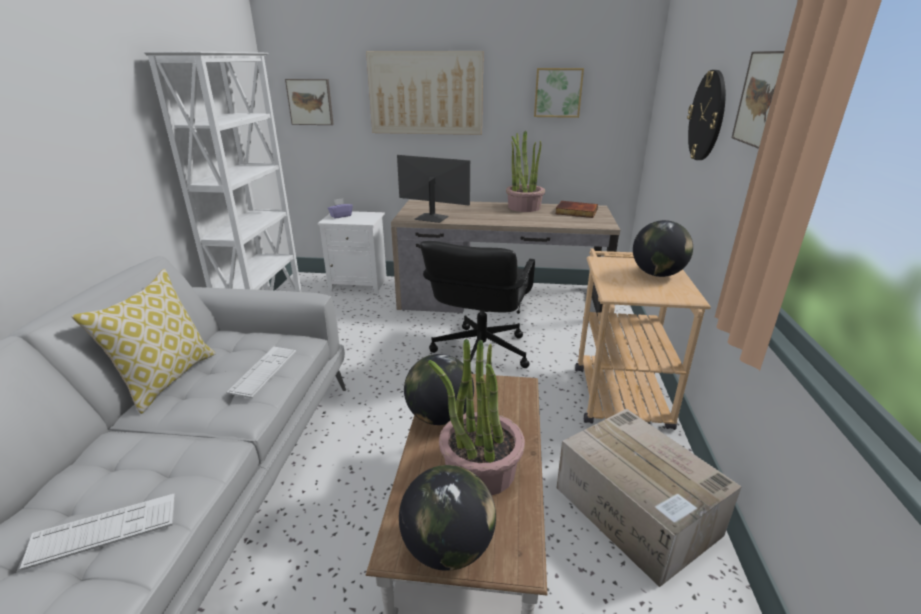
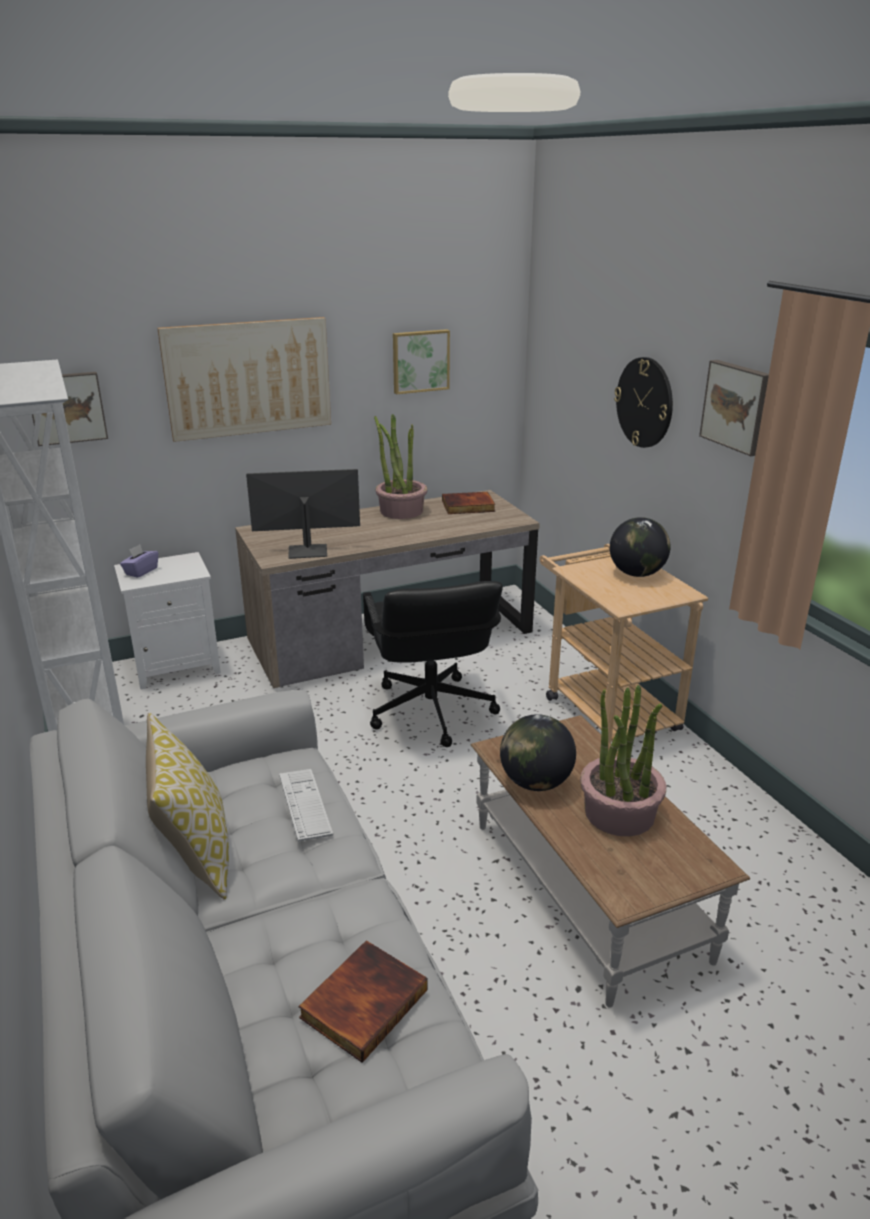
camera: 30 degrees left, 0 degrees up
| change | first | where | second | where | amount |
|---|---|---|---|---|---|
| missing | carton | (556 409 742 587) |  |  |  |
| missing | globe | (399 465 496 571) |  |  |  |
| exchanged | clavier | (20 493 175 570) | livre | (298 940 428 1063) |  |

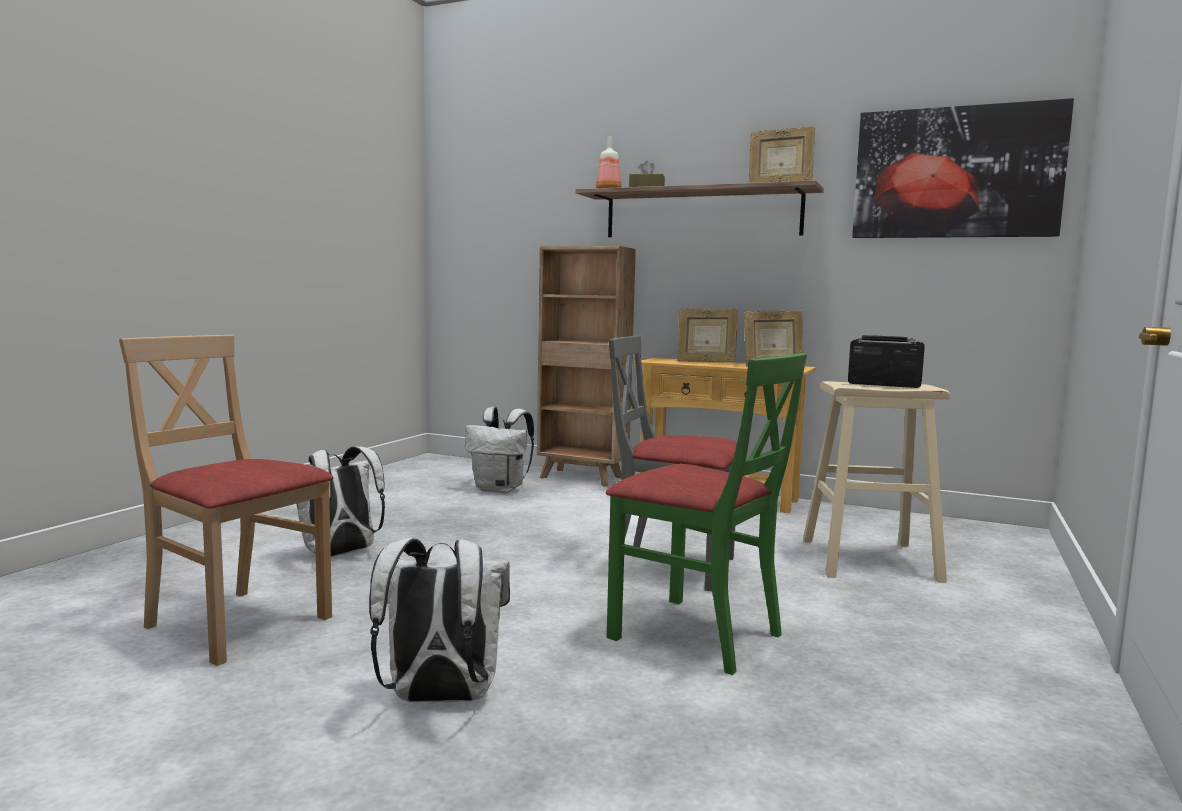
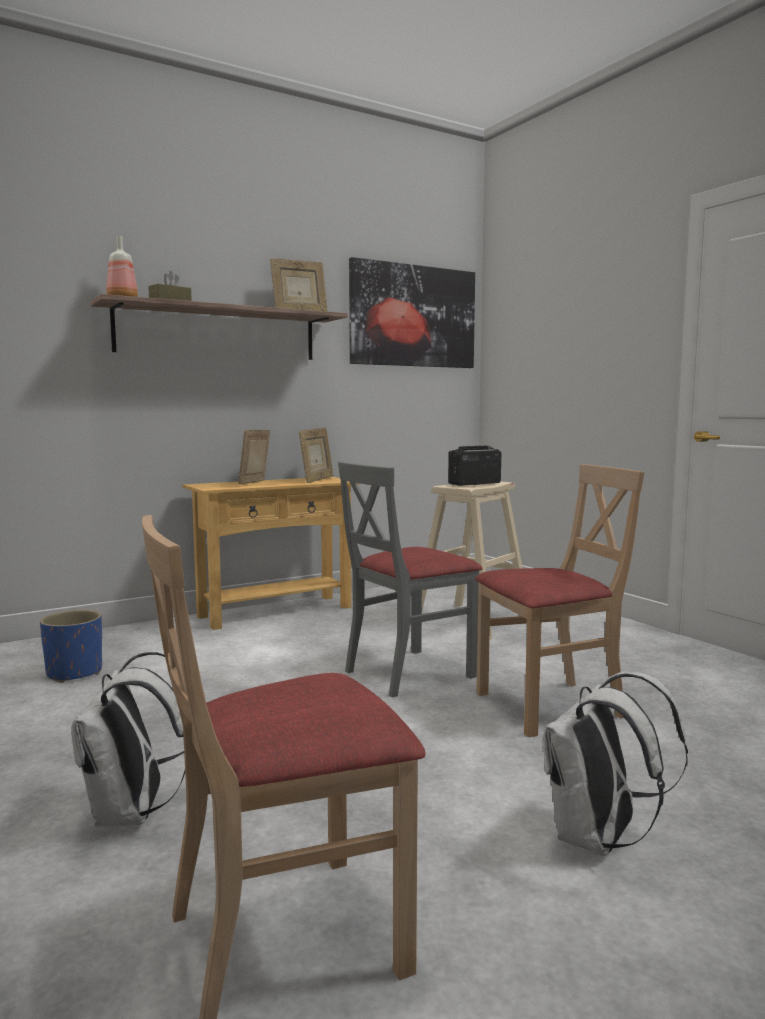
camera: 55 degrees left, 0 degrees up
| change | first | where | second | where | amount |
|---|---|---|---|---|---|
| missing | bibliothèque (marron) | (537 246 636 487) |  |  |  |
| spun | cadre photo | (677 308 738 363) |  | (238 430 270 484) | 135 degrees clockwise |
| colour | chaise (vert) | (606 353 807 675) | chaise (beige) | (475 464 644 737) |  |
| exchanged | sac à dos (blanc) | (465 407 534 493) | cache-pot (bleu) | (40 610 102 683) |  |

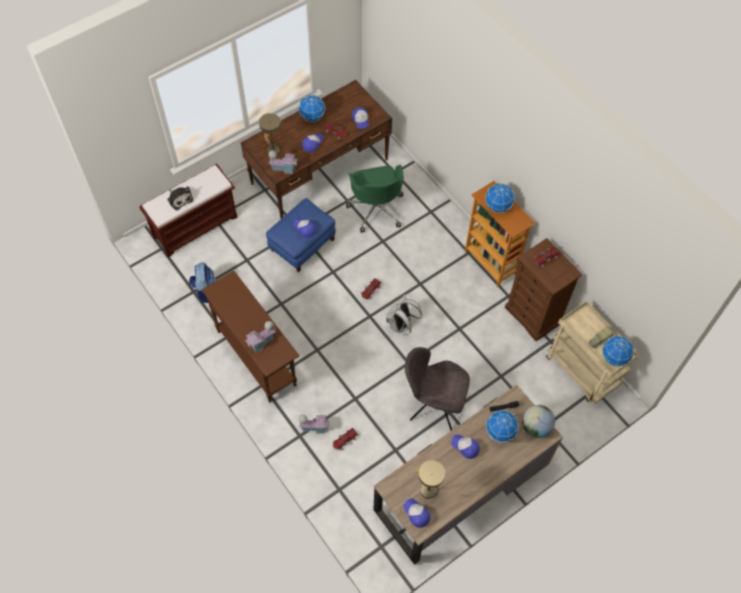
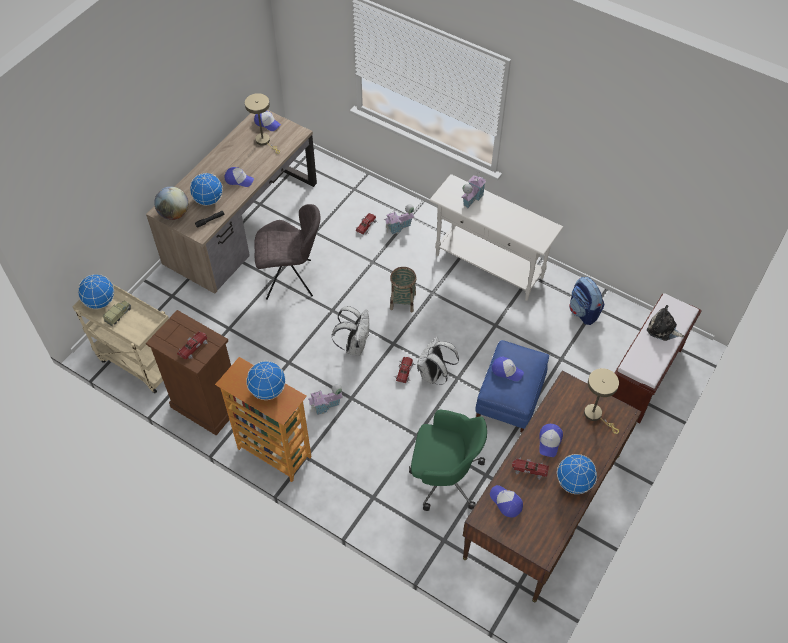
camera: 160 degrees right, 5 degrees down
| change | first | where | second | where | amount |
|---|---|---|---|---|---|
| relocated | maison miniature | (268 150 297 174) |  | (308 384 343 415) |  |
| spun | chaise de bureau (vert) | (346 165 404 233) |  | (409 410 487 511) | 135 degrees clockwise |
| colour | table console (marron) | (202 271 299 403) | table console (blanc) | (429 174 563 301) |  |
| appeared |  |  | panier | (390 267 416 312) |  |
| appeared |  |  | sac à dos (blanc) | (417 336 459 385) |  |

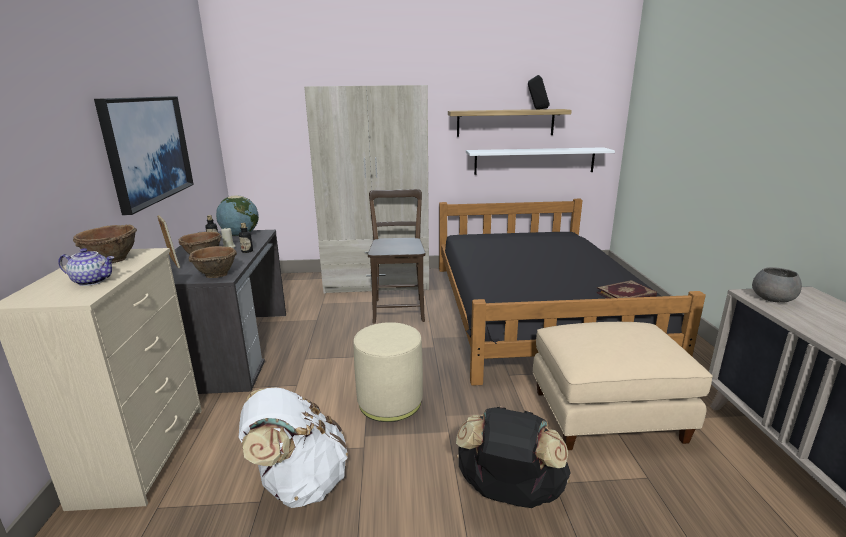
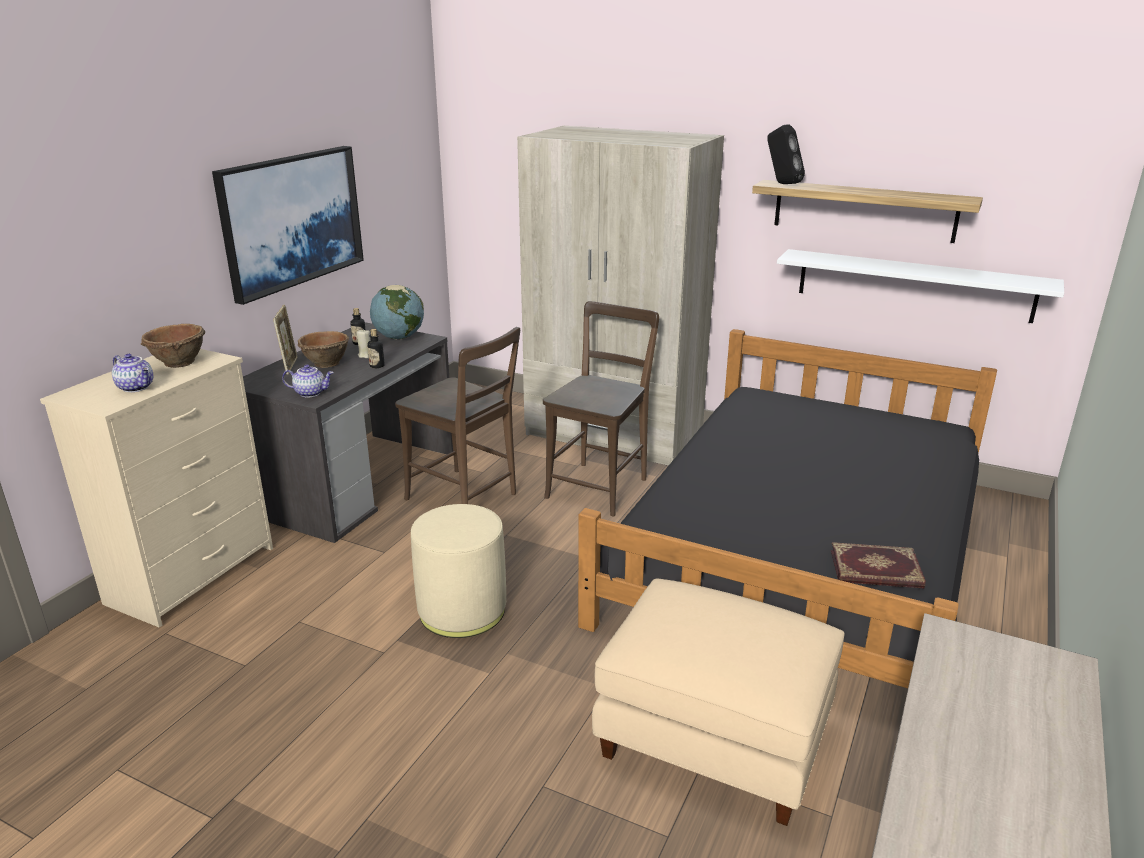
camera: 30 degrees right, 5 degrees up
| change | first | where | second | where | amount |
|---|---|---|---|---|---|
| relocated | enceinte (noir) | (528 75 550 110) |  | (767 125 805 184) |  |
| exchanged | bol (marron) | (189 246 237 278) | théière | (282 364 334 398) |  |
| missing | bol (gris) | (752 267 802 303) |  |  |  |
| missing | sac à dos (blanc) | (239 388 348 508) |  |  |  |
| missing | sac à dos (noir) | (456 406 571 508) |  |  |  |
| appeared |  |  | chaise (marron) | (395 327 520 504) |  |

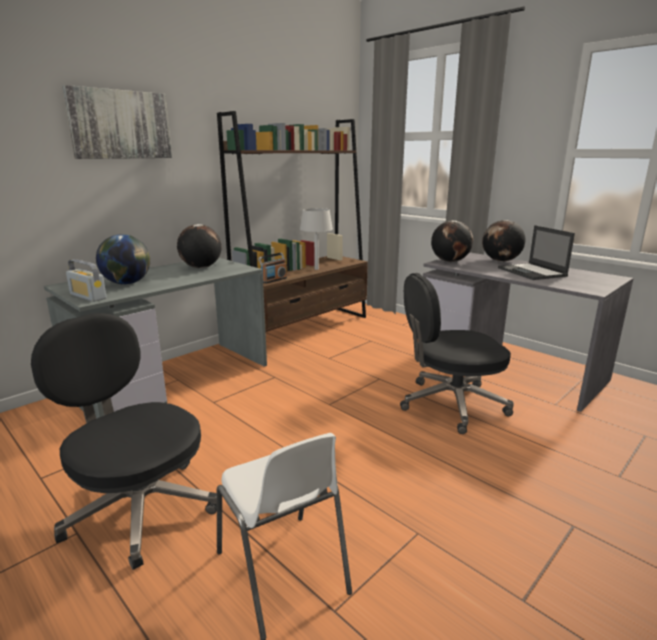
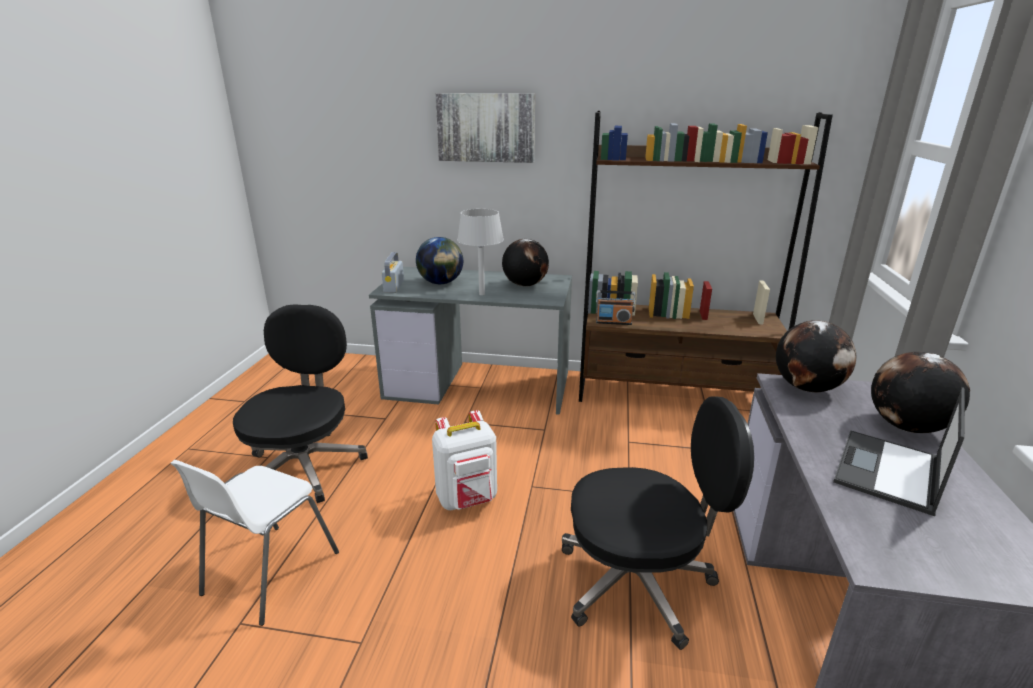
camera: 55 degrees right, 5 degrees up
| change | first | where | second | where | amount |
|---|---|---|---|---|---|
| relocated | lampe de table (gris) | (300 208 333 270) |  | (457 209 504 295) |  |
| spun | chaise de bureau (noir) | (400 273 514 434) |  | (562 396 754 650) | 135 degrees clockwise |
| appeared |  |  | sac à dos (blanc) | (432 410 497 510) |  |

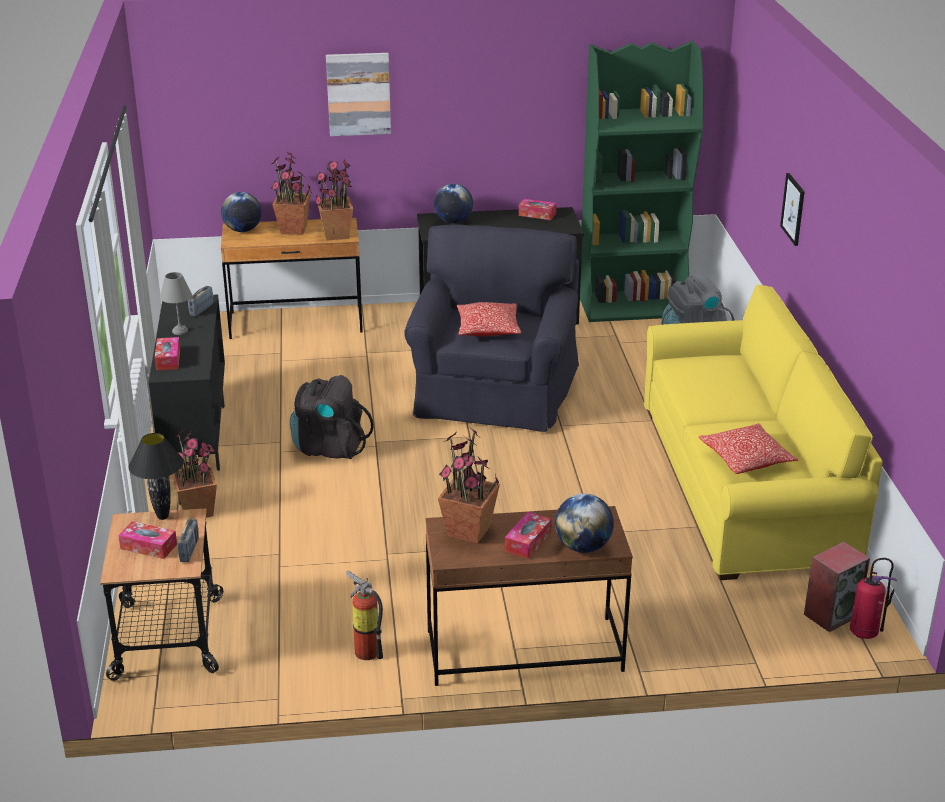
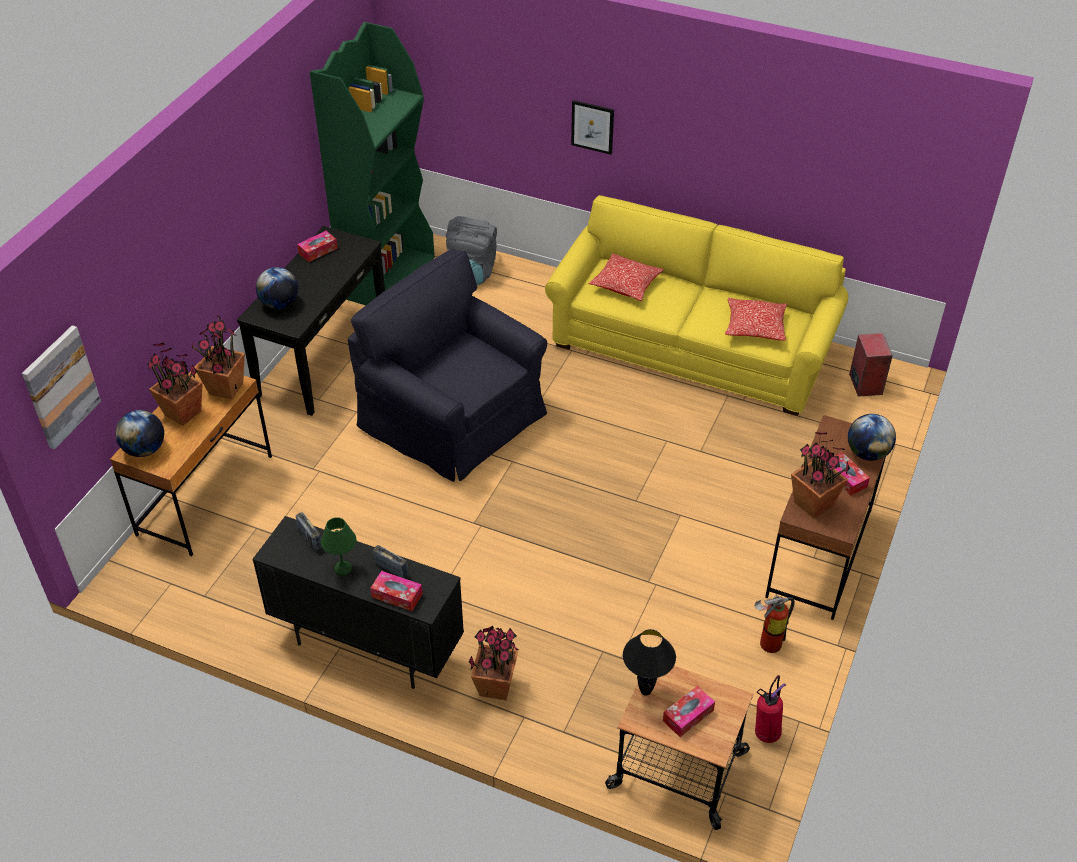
camera: 60 degrees left, 15 degrees up
| change | first | where | second | where | amount |
|---|---|---|---|---|---|
| relocated | tableau | (326 53 391 136) |  | (22 325 101 450) |  |
| colour | lampe de table (gris) | (160 272 192 335) | lampe de table (vert) | (321 517 356 576) |  |
| relocated | coussin | (457 302 521 336) |  | (589 253 664 301) |  |
| missing | sac à dos (noir) | (290 375 374 459) |  |  |  |
| relocated | radio | (178 519 199 562) |  | (373 545 408 578) |  |
| relocated | extincteur | (850 558 897 639) |  | (755 675 786 743) |  |

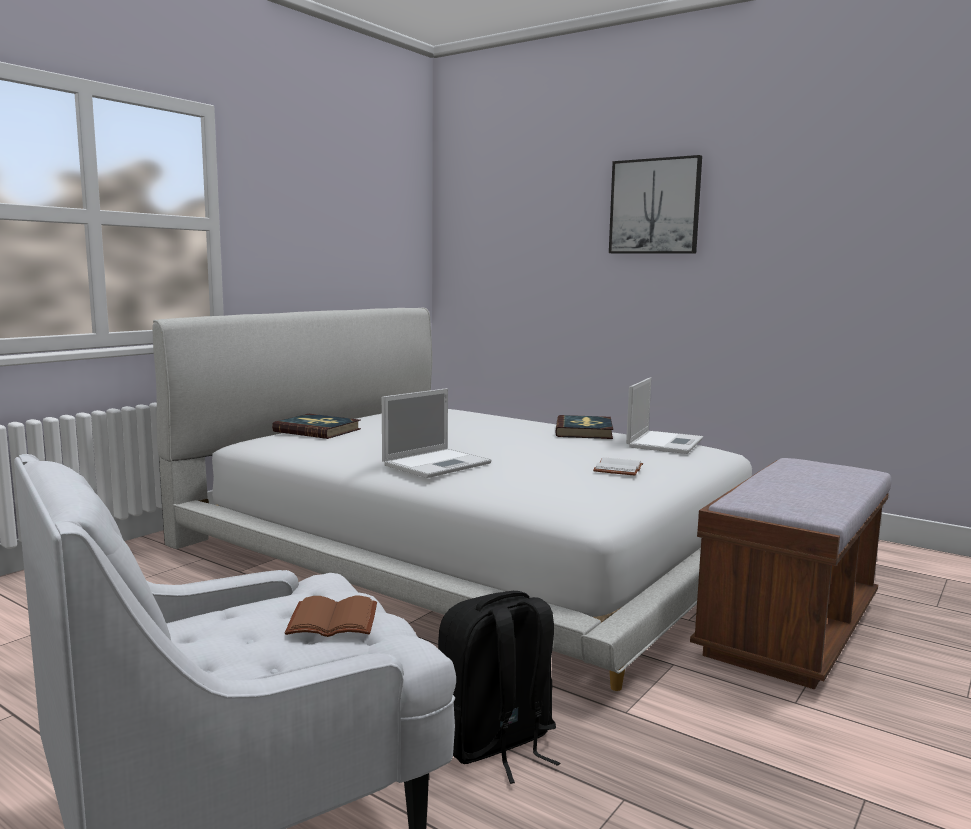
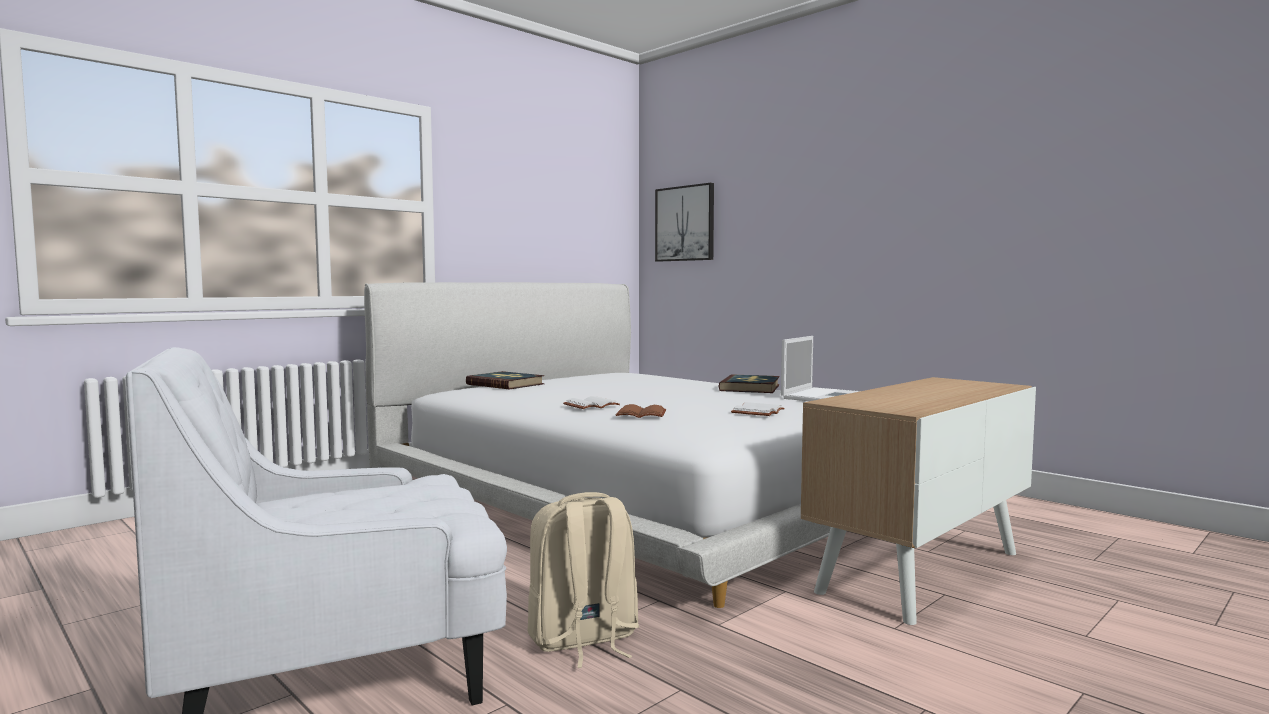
camera: 10 degrees right, 5 degrees down
| change | first | where | second | where | amount |
|---|---|---|---|---|---|
| relocated | tableau | (609 155 702 253) |  | (655 183 714 262) |  |
| exchanged | ordinateur portable | (382 388 491 478) | livre (blanc) | (563 396 620 409) |  |
| exchanged | banc (marron) | (690 458 892 689) | meuble de rangement | (801 377 1036 625) |  |
| colour | sac à dos (noir) | (438 591 560 784) | sac à dos (beige) | (527 492 639 668) |  |
| relocated | livre (marron) | (285 596 377 637) |  | (616 404 666 418) |  |

